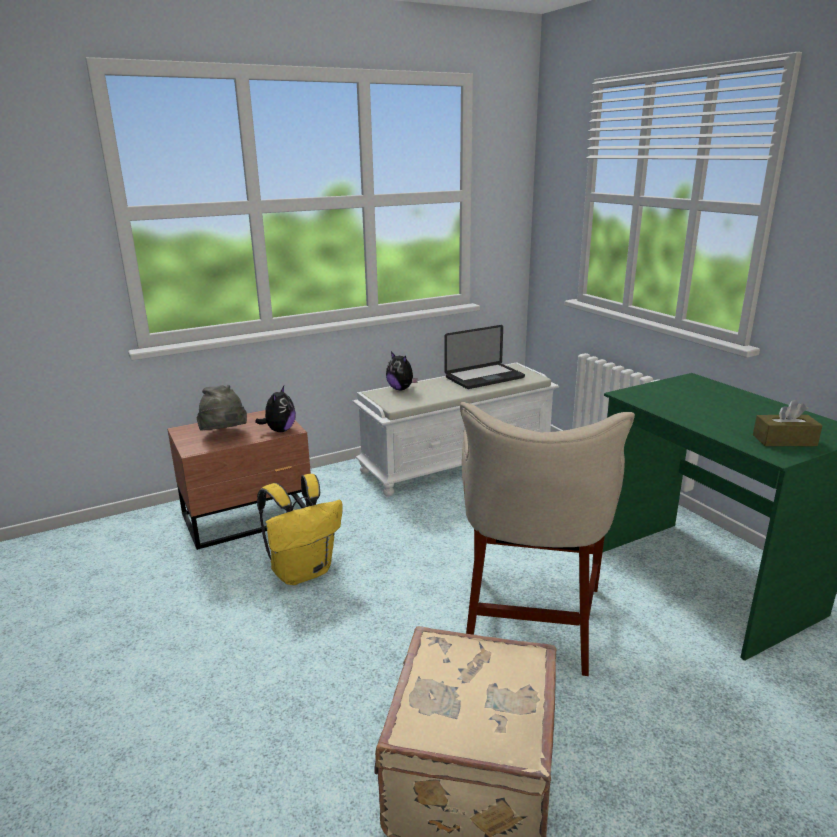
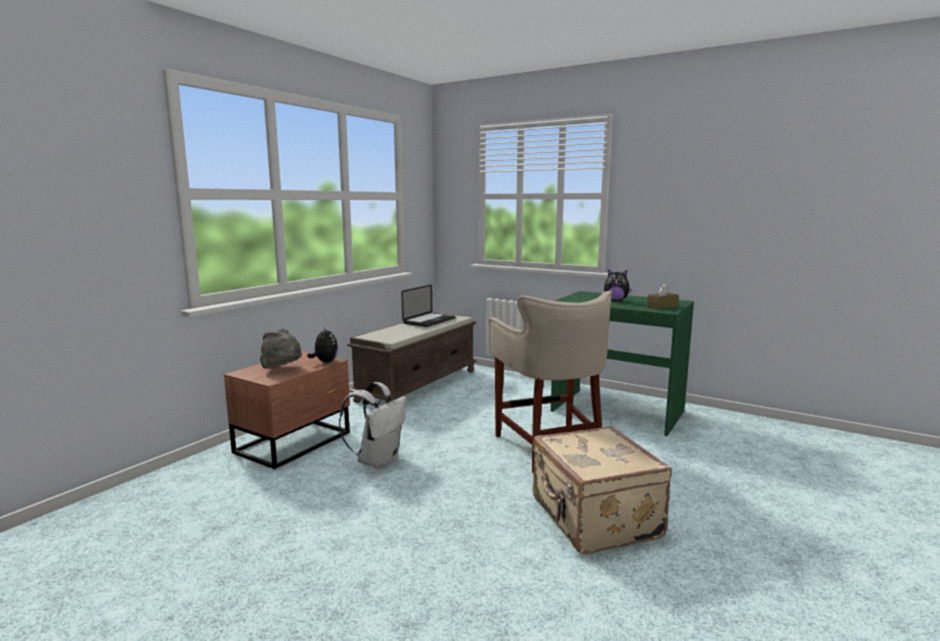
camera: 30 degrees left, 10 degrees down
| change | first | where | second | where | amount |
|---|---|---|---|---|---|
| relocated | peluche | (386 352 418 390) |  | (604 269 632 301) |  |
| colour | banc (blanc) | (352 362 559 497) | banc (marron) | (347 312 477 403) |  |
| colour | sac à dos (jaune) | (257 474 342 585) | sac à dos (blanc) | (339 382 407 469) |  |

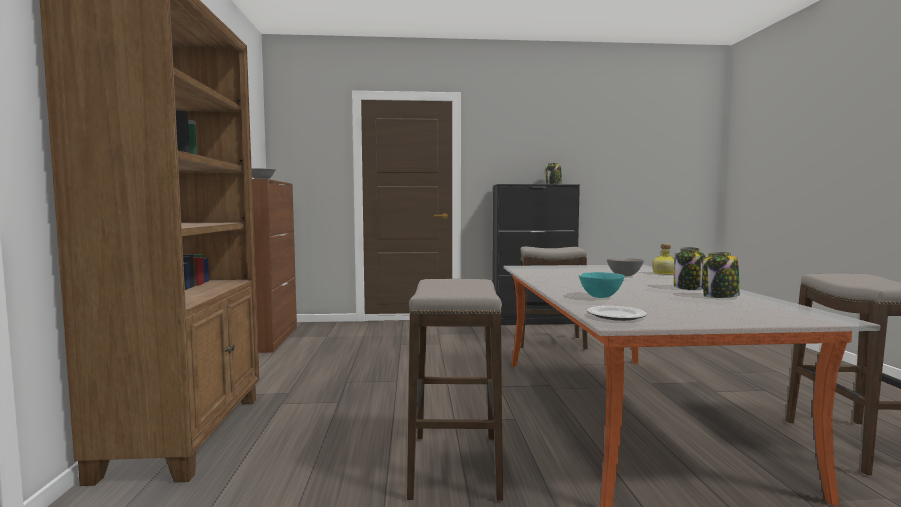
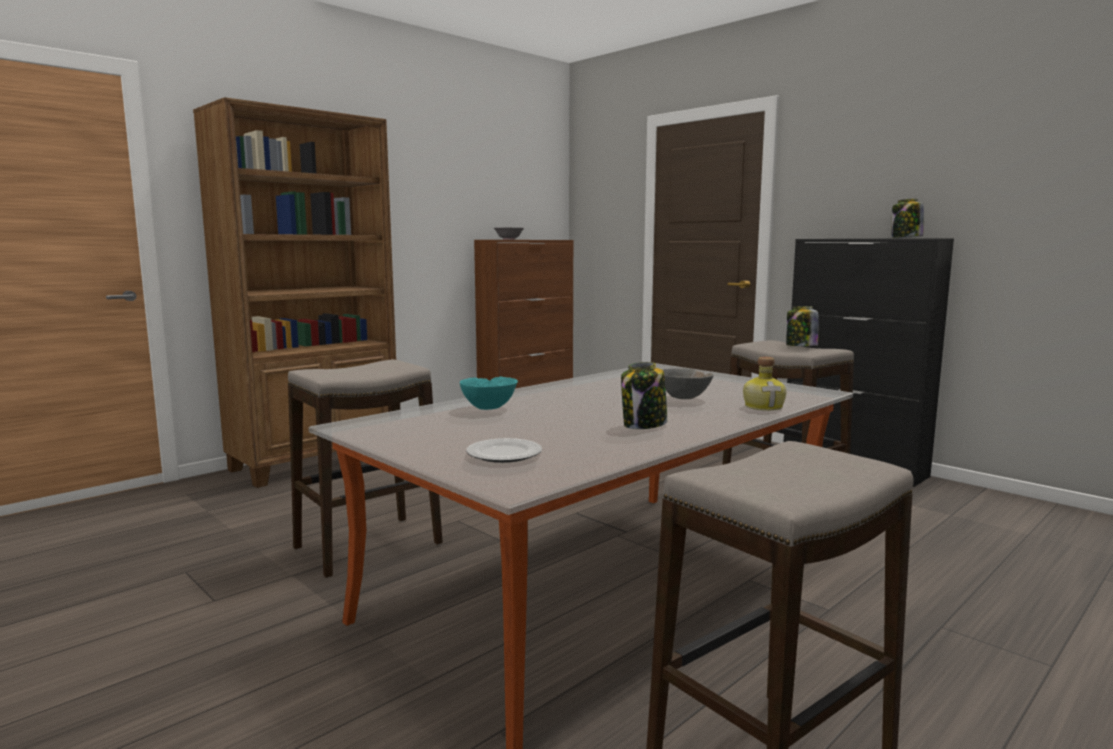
camera: 50 degrees right, 5 degrees up
| change | first | where | second | where | amount |
|---|---|---|---|---|---|
| relocated | bocal | (702 252 740 298) |  | (786 306 818 346) |  |
| relocated | assiette | (587 306 647 321) |  | (466 438 542 463) |  |

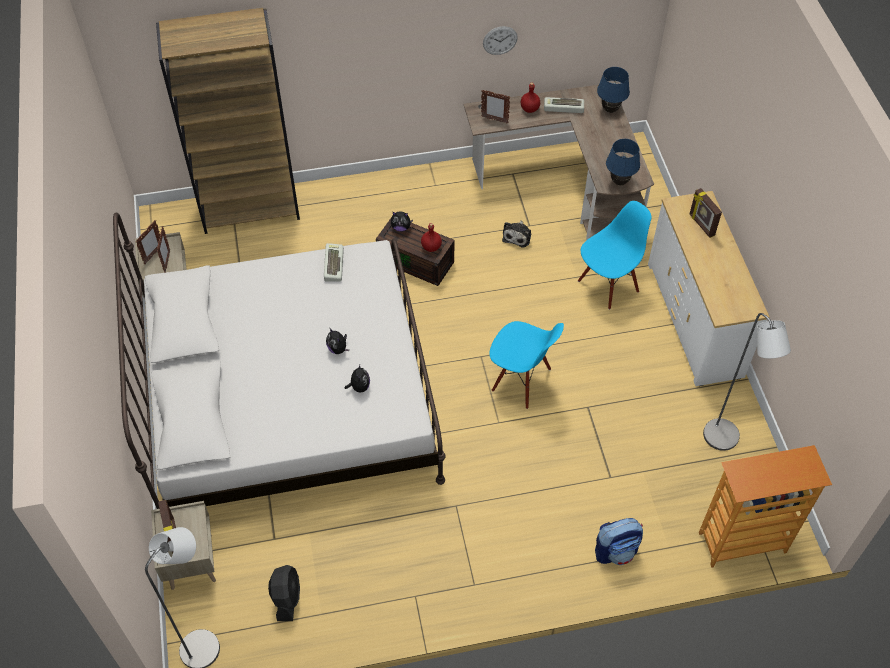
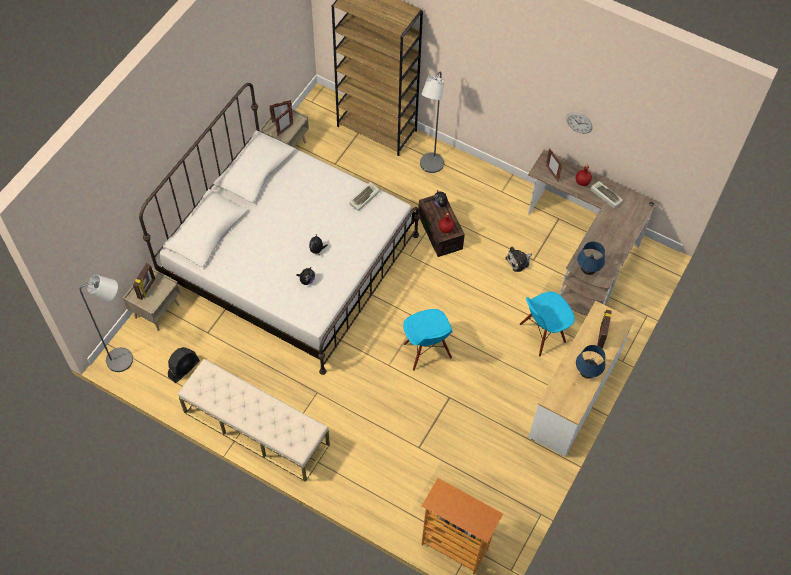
camera: 40 degrees right, 5 degrees up
| change | first | where | second | where | amount |
|---|---|---|---|---|---|
| relocated | lampe de table (bleu) | (597 67 630 113) |  | (576 345 605 379) |  |
| spun | chaise (bleu) | (578 201 651 310) |  | (520 291 575 357) | 150 degrees clockwise |
| relocated | lampadaire (gris) | (703 313 791 451) |  | (420 71 445 173) |  |
| missing | sac à dos | (595 518 643 565) |  |  |  |
| appeared |  |  | banc (beige) | (178 359 330 482) |  |

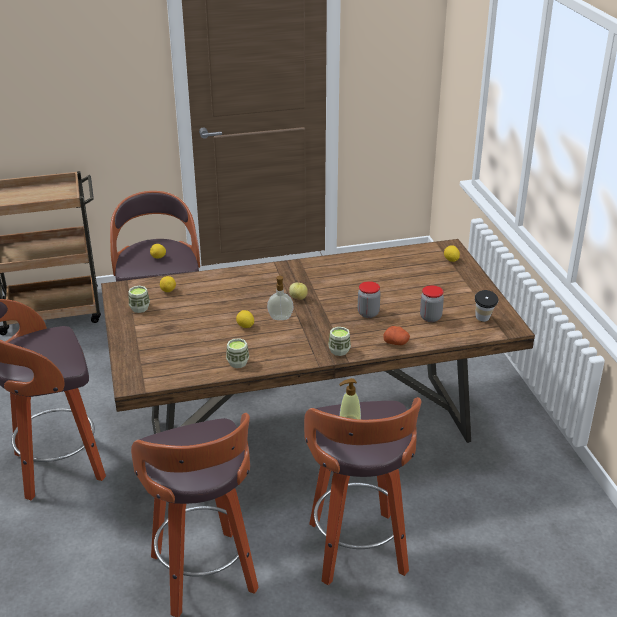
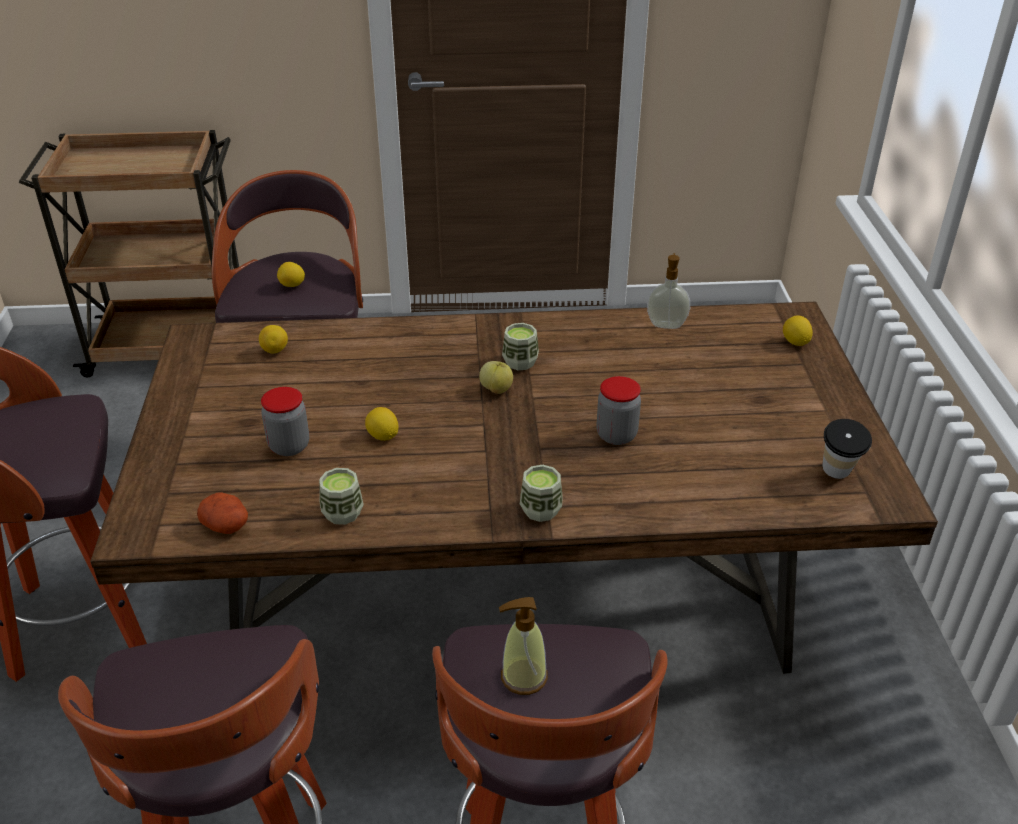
camera: 10 degrees right, 5 degrees up
| change | first | where | second | where | amount |
|---|---|---|---|---|---|
| relocated | distributeur de savon | (267 275 294 320) |  | (647 253 690 329) |  |
| relocated | bocal | (420 285 444 322) |  | (261 387 309 456) |  |
| relocated | tasse | (129 286 150 313) |  | (502 323 539 370) |  |
| relocated | pomme de terre | (383 326 410 345) |  | (197 492 248 534) |  |

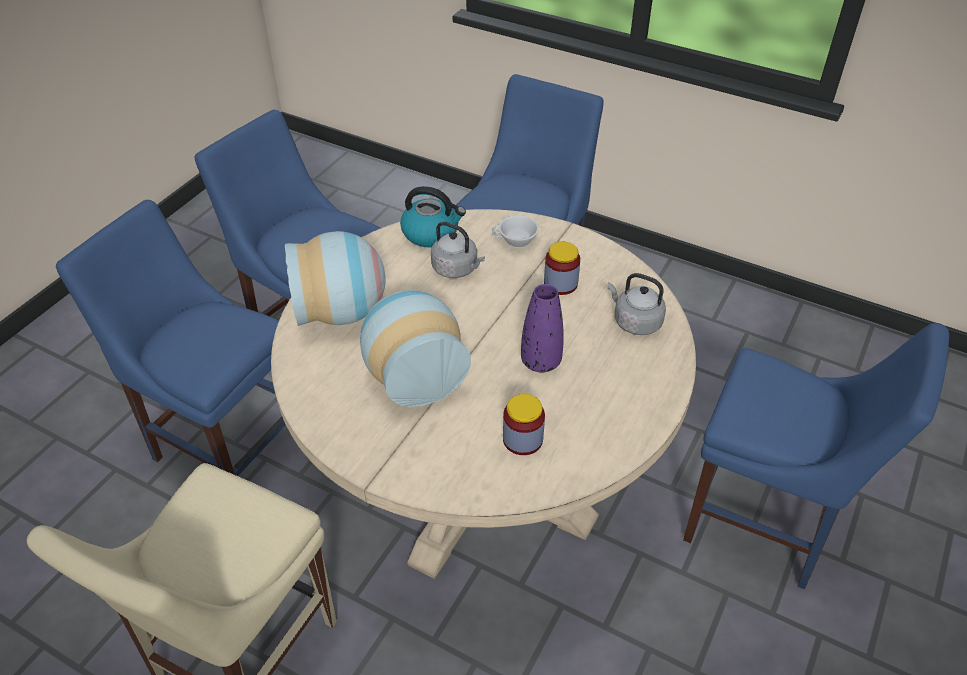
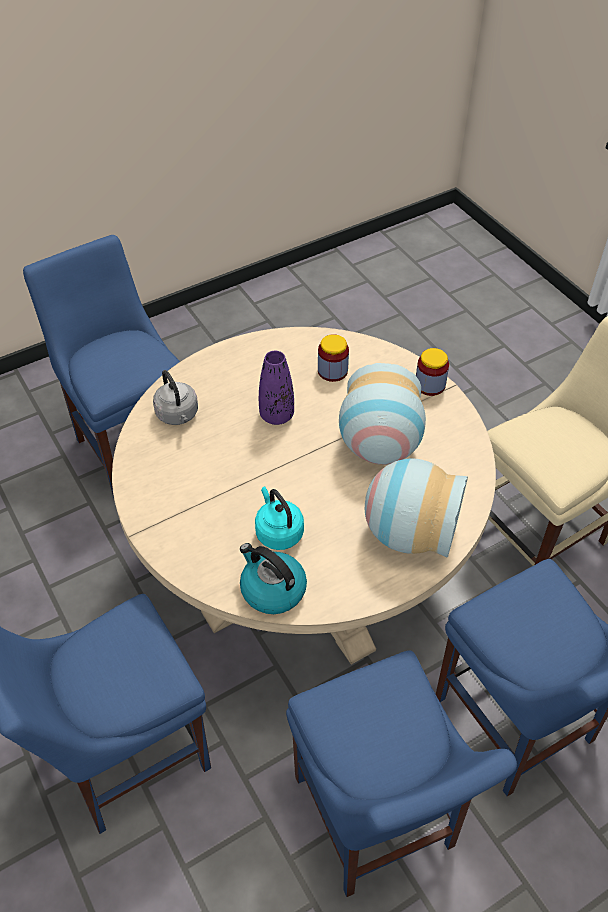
camera: 150 degrees left, 5 degrees up
| change | first | where | second | where | amount |
|---|---|---|---|---|---|
| missing | tasse (blanc) | (492 215 539 248) |  |  |  |
| colour | bouilloire (gris) | (431 221 485 278) | bouilloire (turquoise) | (255 486 304 550) |  |
| relocated | bocal | (544 242 580 295) |  | (416 348 449 396) |  |

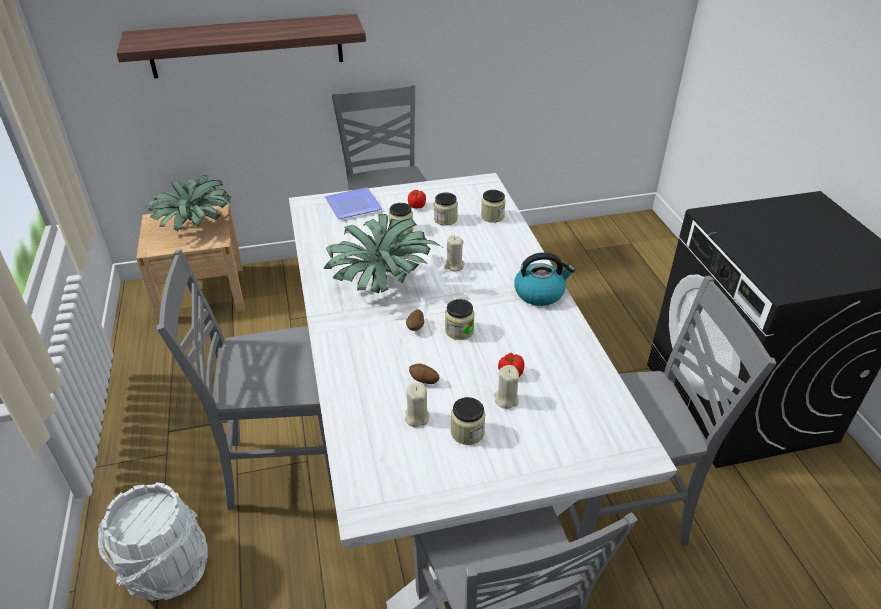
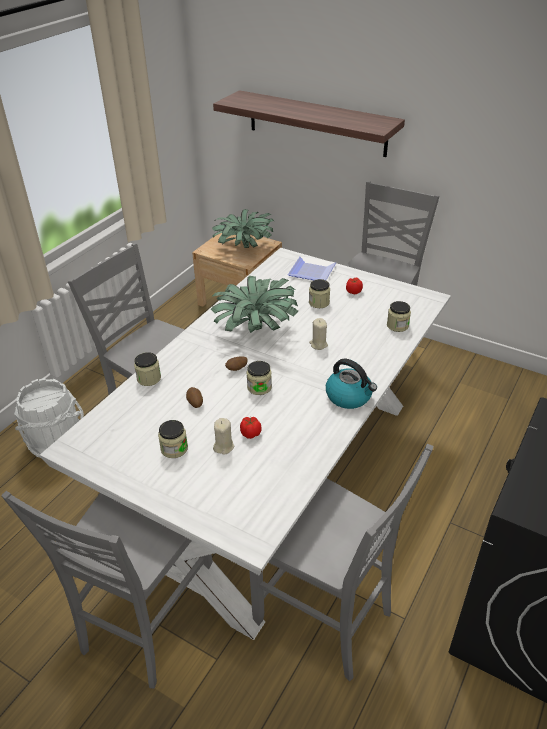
camera: 45 degrees right, 0 degrees up
| change | first | where | second | where | amount |
|---|---|---|---|---|---|
| relocated | bocal | (434 192 458 226) |  | (134 352 161 386) |  |
| missing | bougie (beige) | (405 383 429 427) |  |  |  |

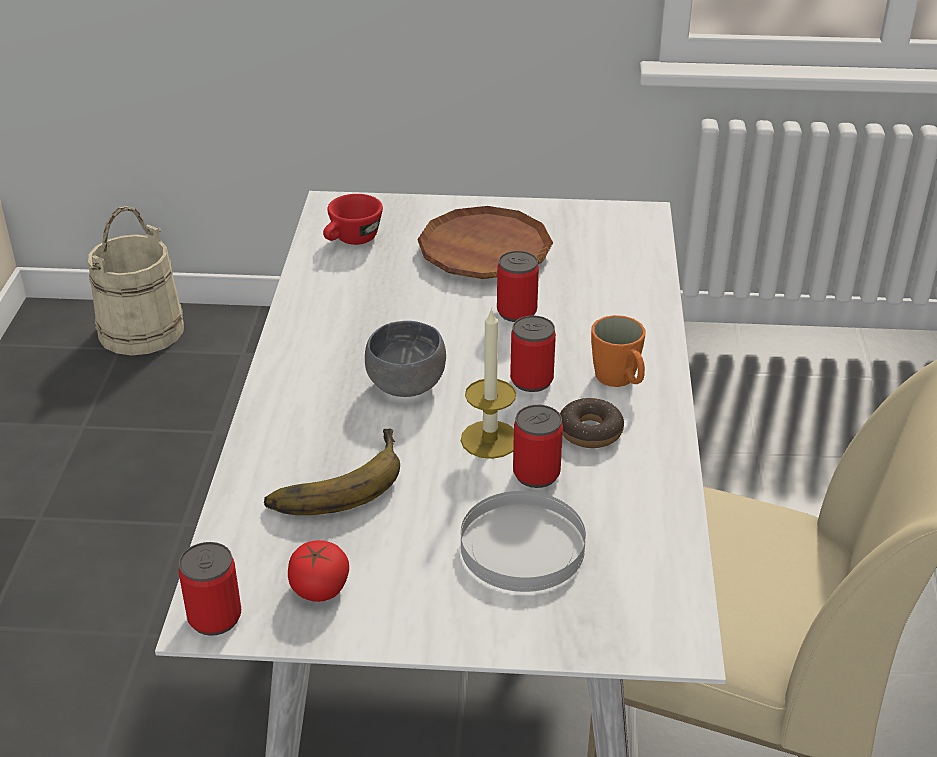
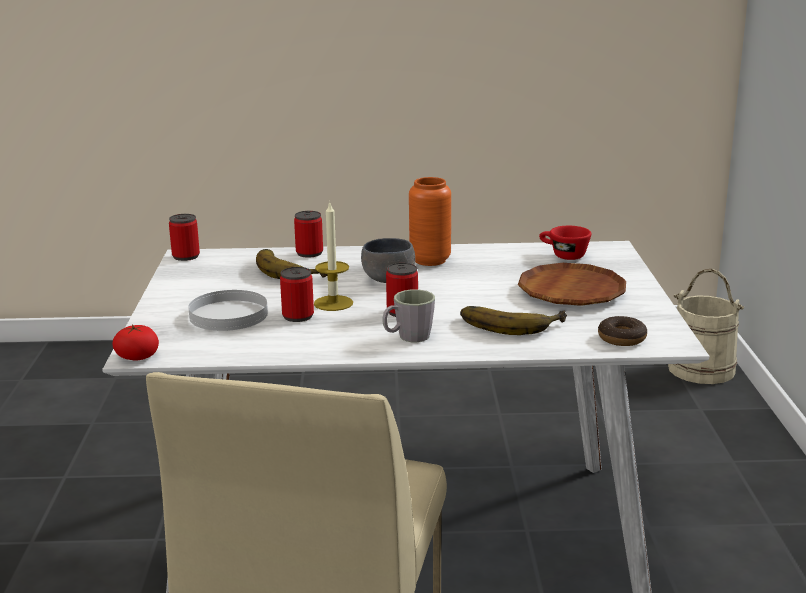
camera: 85 degrees right, 15 degrees down
| change | first | where | second | where | amount |
|---|---|---|---|---|---|
| relocated | boîte métallique | (497 251 539 322) |  | (294 211 323 258) |  |
| colour | mug (orange) | (591 315 646 387) | mug (gris) | (382 289 435 342) |  |
| relocated | beignet | (560 398 624 448) |  | (598 316 647 346) |  |
| relocated | tomate | (288 540 349 602) |  | (112 324 159 360) |  |
| appeared |  |  | vase (orange) | (409 177 451 266) |  |
| appeared |  |  | banane | (460 306 567 335) |  |

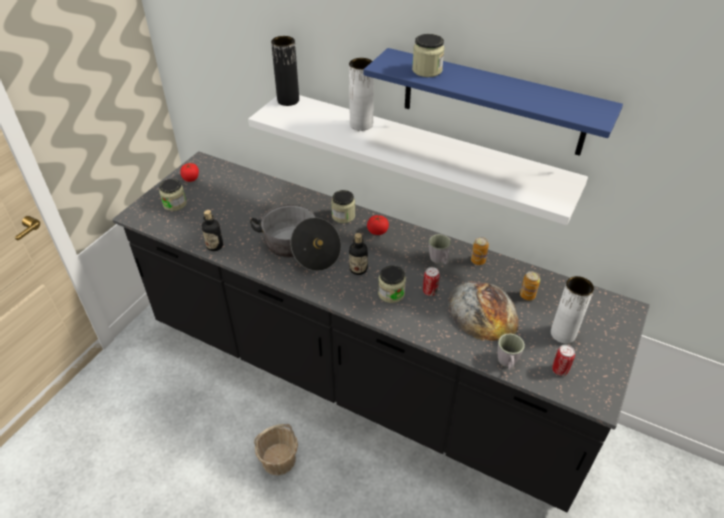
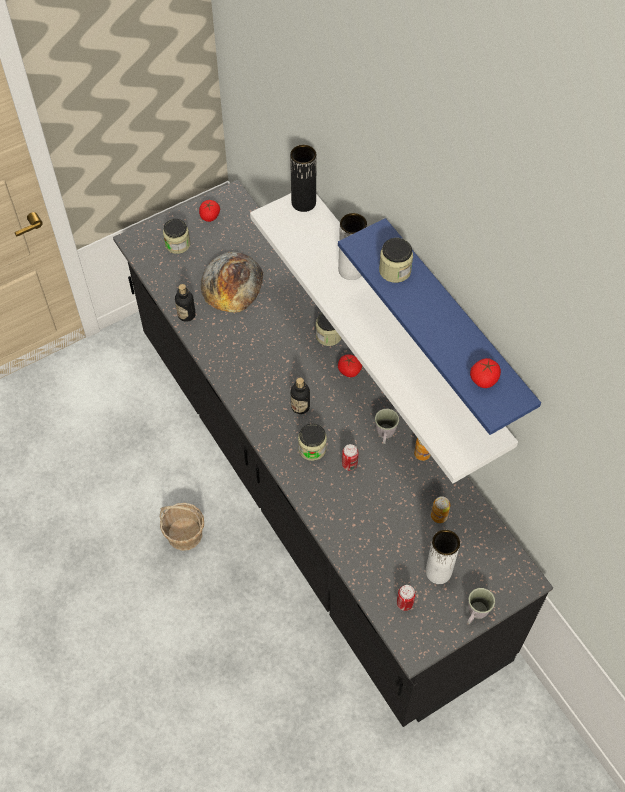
camera: 30 degrees right, 15 degrees up
| change | first | where | second | where | amount |
|---|---|---|---|---|---|
| missing | marmite | (250 204 341 271) |  |  |  |
| relocated | pain | (448 282 519 341) |  | (201 251 263 313) |  |
| relocated | mug (gris) | (498 333 525 371) |  | (467 588 495 624) |  |
| appeared |  |  | tomate | (470 358 501 388) |  |

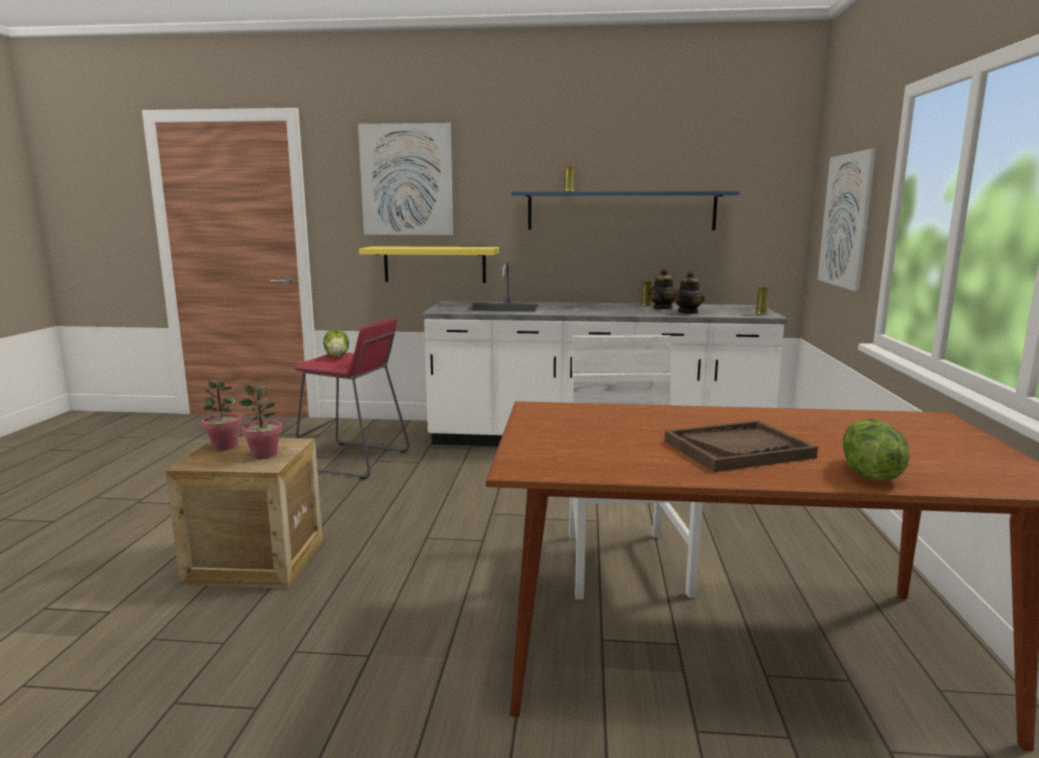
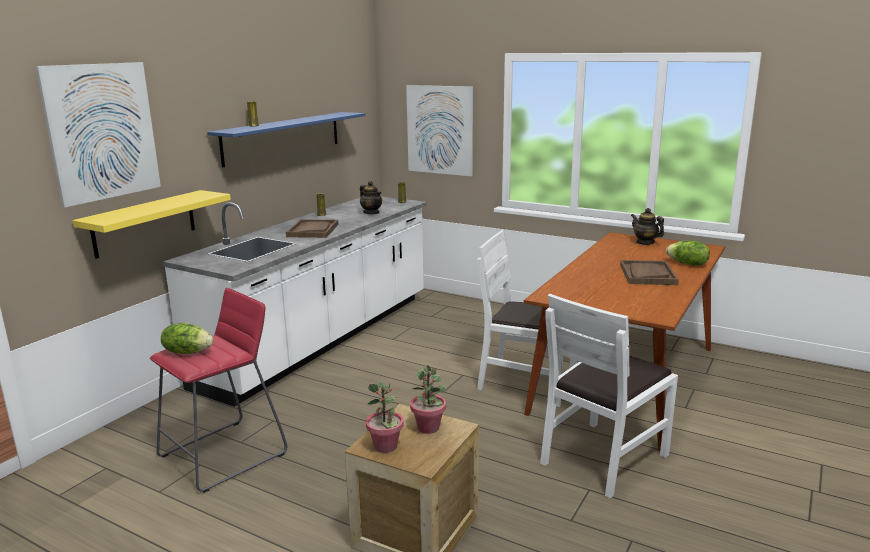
camera: 65 degrees left, 5 degrees up
| change | first | where | second | where | amount |
|---|---|---|---|---|---|
| relocated | théière | (649 269 677 309) |  | (631 208 664 245) |  |
| appeared |  |  | plateau (marron) | (286 219 339 238) |  |
| appeared |  |  | chaise (blanc) | (540 294 678 499) |  |

